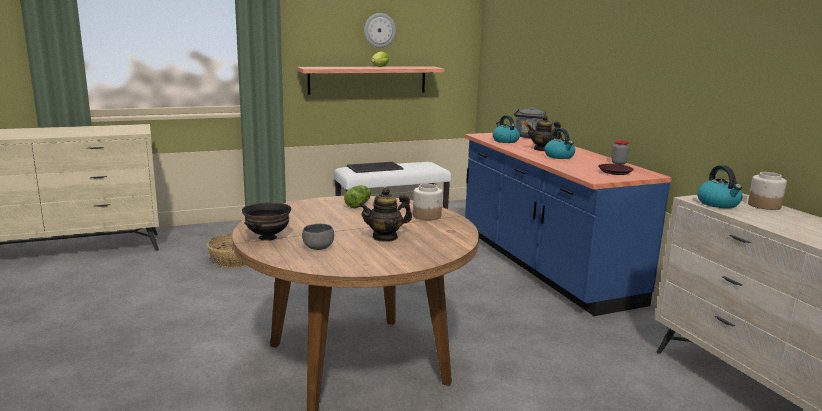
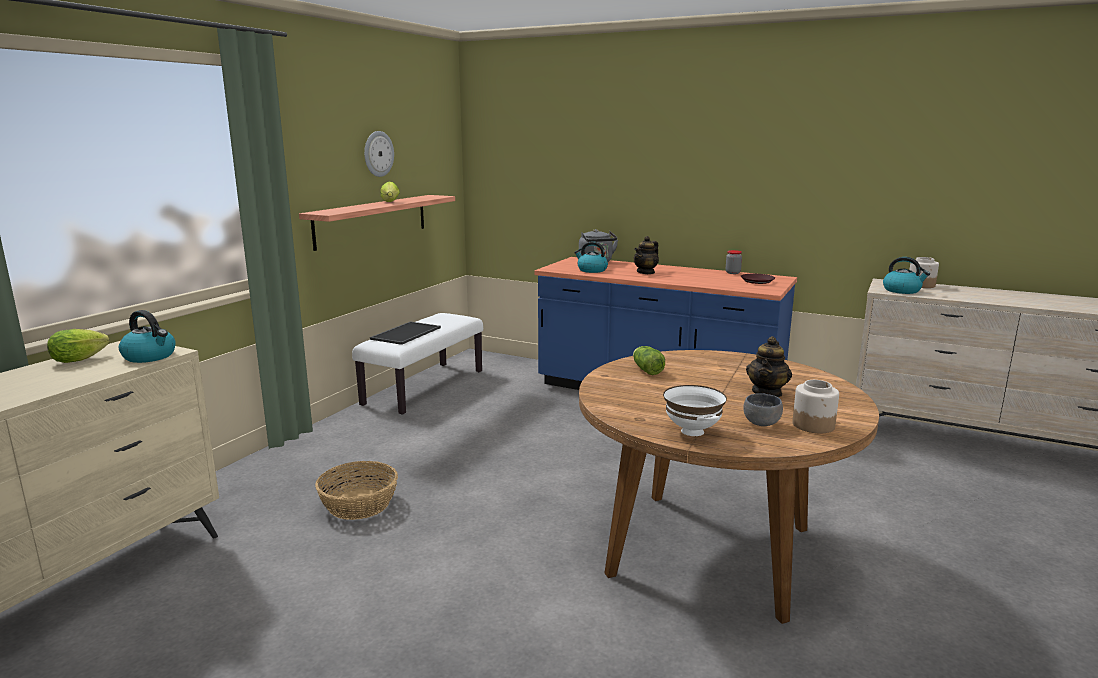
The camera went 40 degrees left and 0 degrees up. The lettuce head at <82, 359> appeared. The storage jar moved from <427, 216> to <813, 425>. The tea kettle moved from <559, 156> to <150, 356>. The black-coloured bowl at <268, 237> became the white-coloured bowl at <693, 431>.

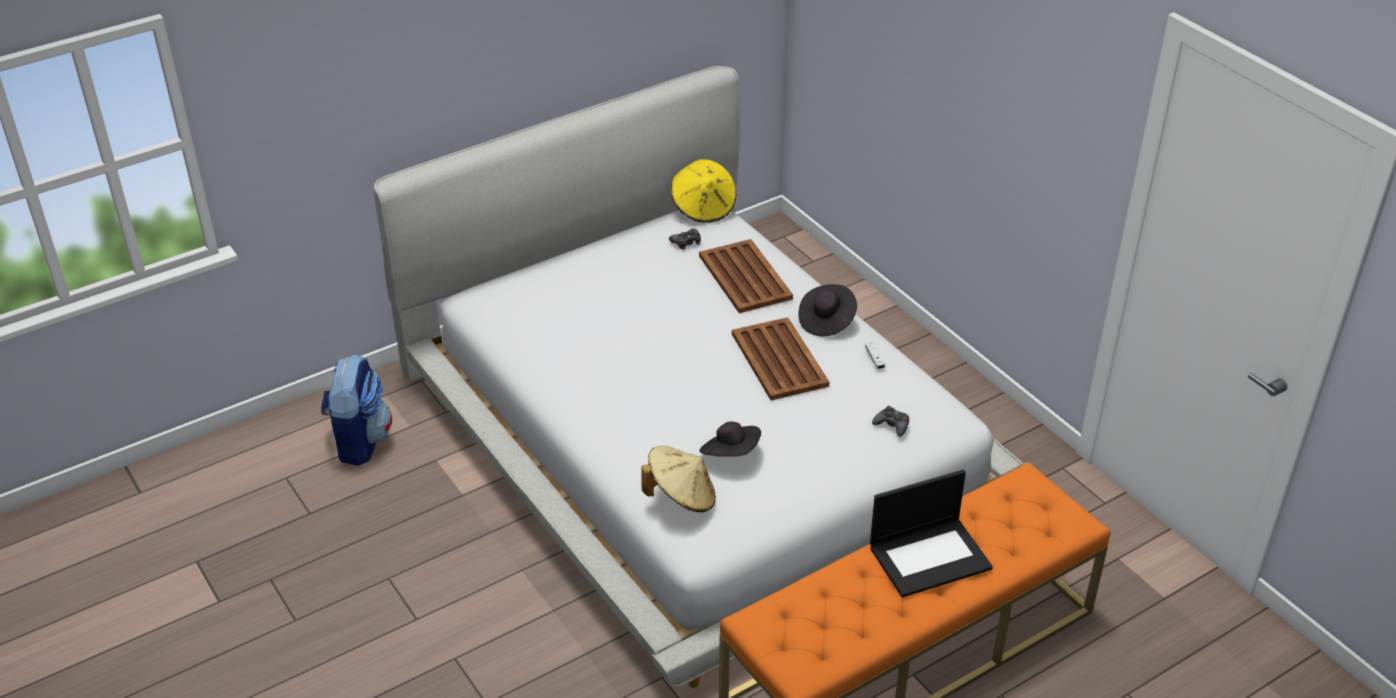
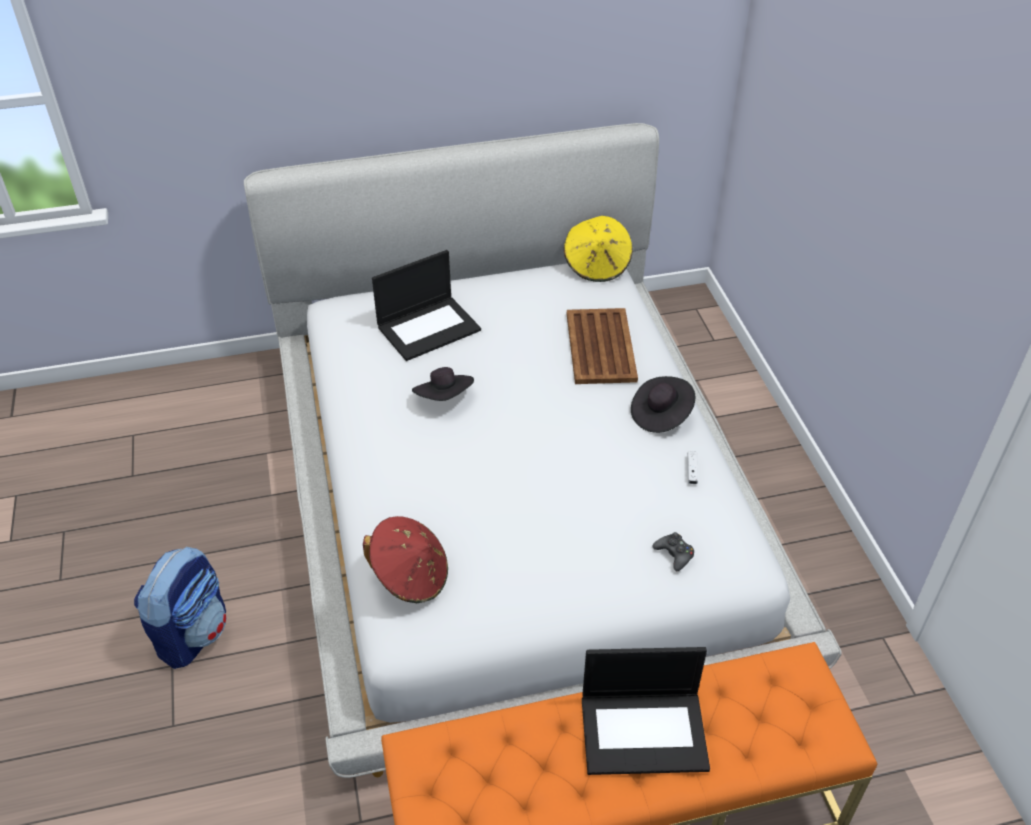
The camera went 20 degrees right and 5 degrees up. The black-coloured gamepad at <686, 242> disappeared. The brown-coloured serving tray at <779, 359> disappeared. The laptop at <429, 327> appeared. The knapsack moved from <359, 441> to <193, 633>. The black-coloured wearable hat moved from <731, 454> to <444, 398>. The beige-coloured wearable hat at <681, 497> became the red wearable hat at <410, 576>.

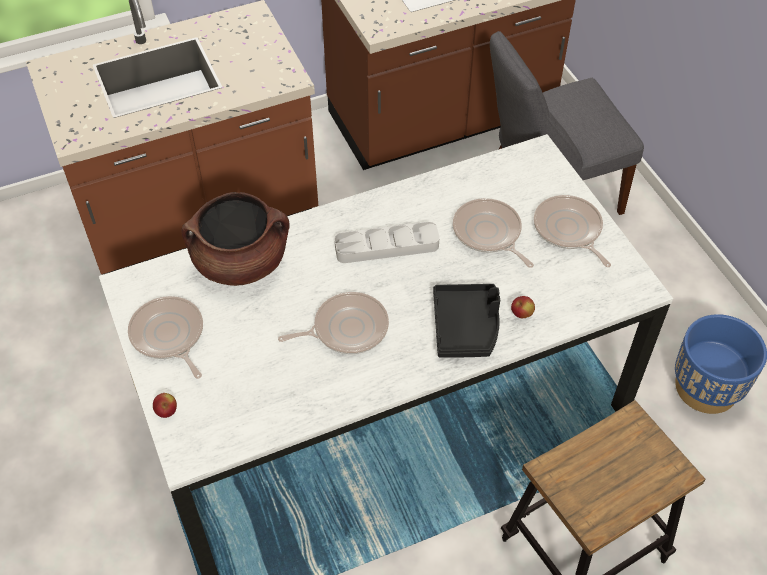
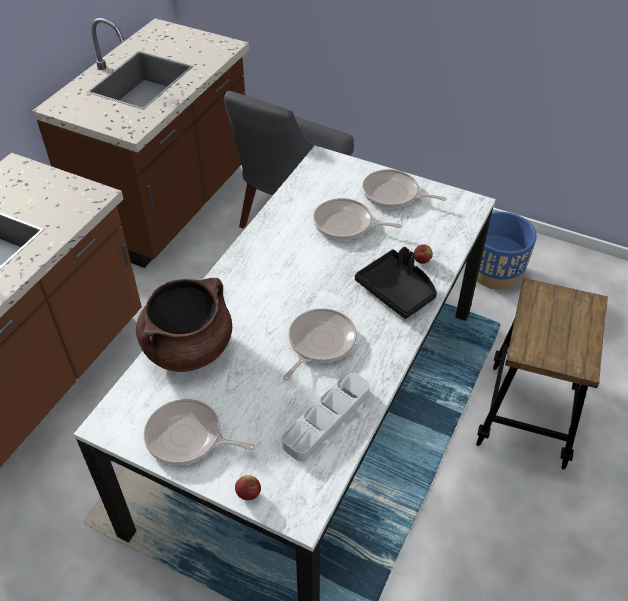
The camera went 40 degrees left and 5 degrees down. The greyish serving tray moved from <387, 246> to <326, 419>.

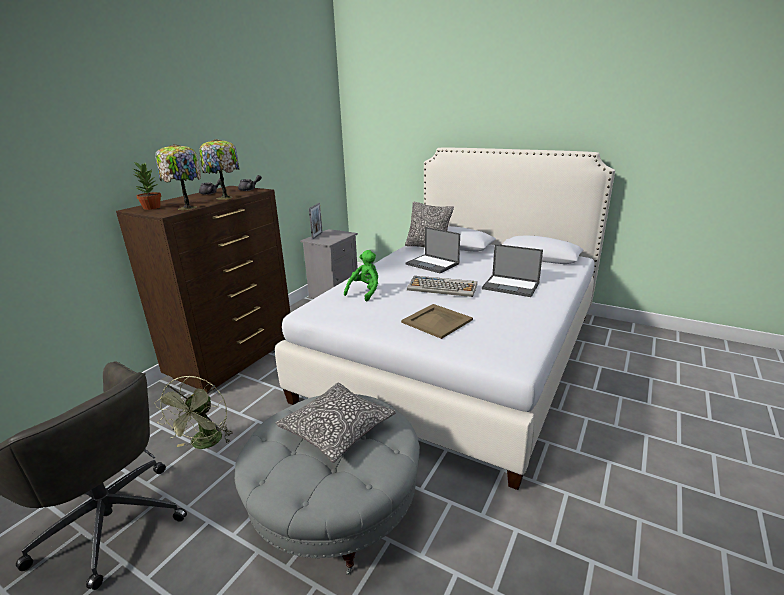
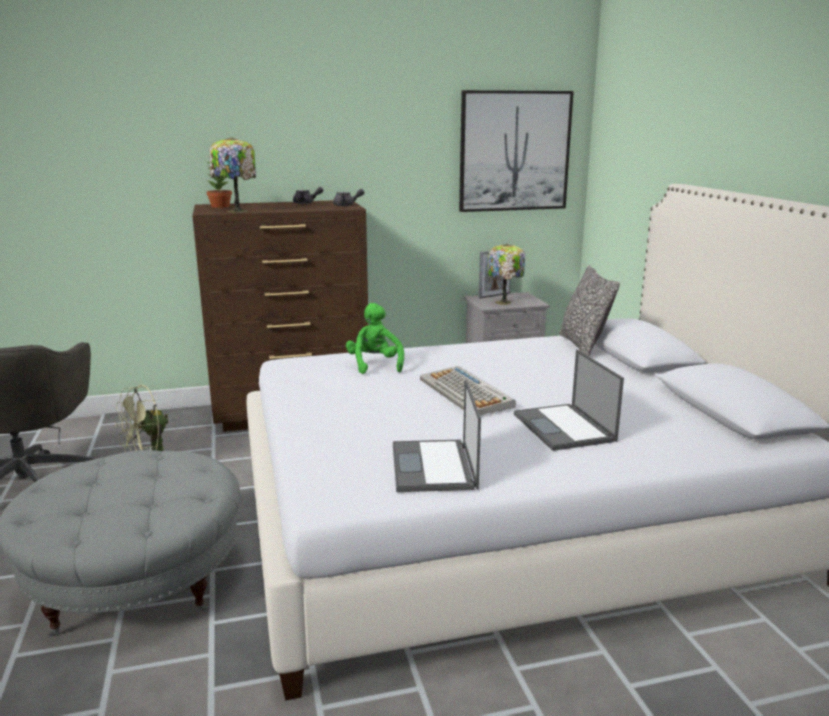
The camera went 45 degrees right and 5 degrees down. The pillow at <337, 429> disappeared. The beige-coloured serving tray at <436, 321> disappeared. The wall picture at <514, 151> appeared. The tabletop lamp moved from <225, 198> to <504, 303>. The laptop moved from <433, 264> to <434, 467>. The green-coloured soft toy at <365, 292> turned 90 degrees counterclockwise.

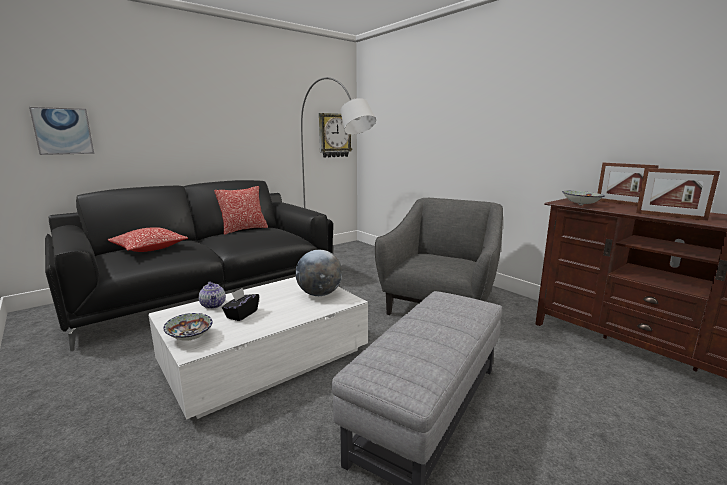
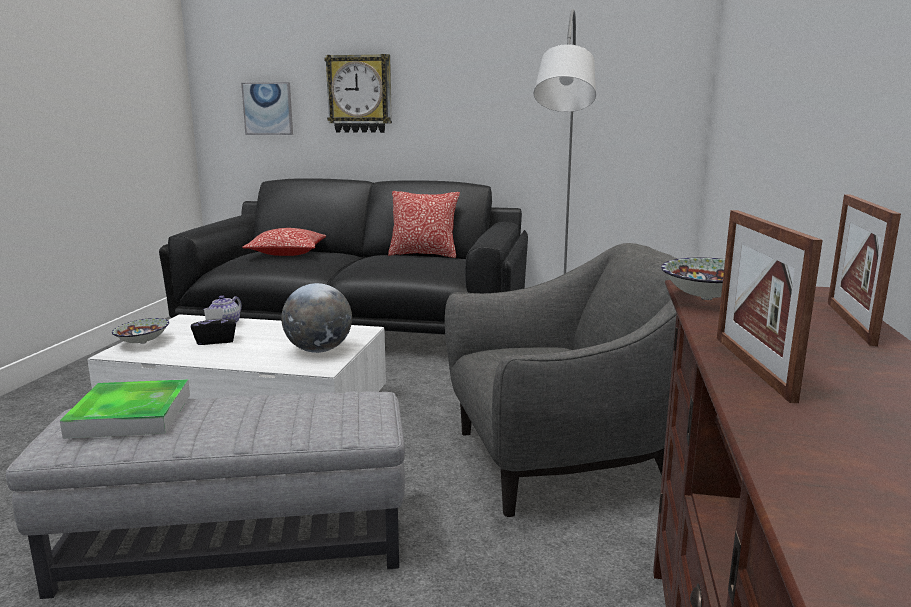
The camera went 50 degrees right and 0 degrees up. The serving tray at <131, 415> appeared. The wall clock moved from <334, 135> to <360, 94>.

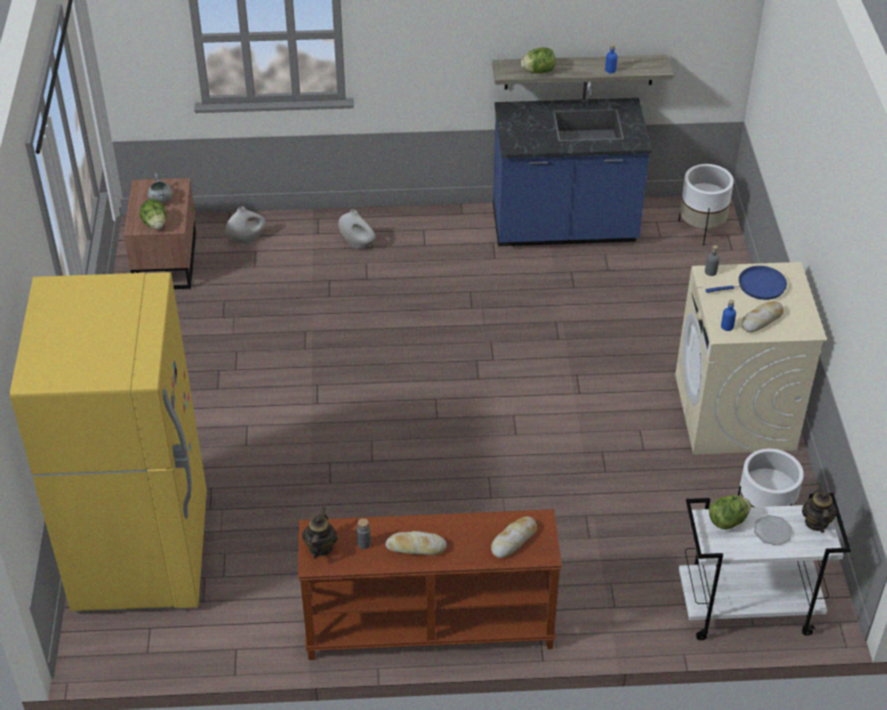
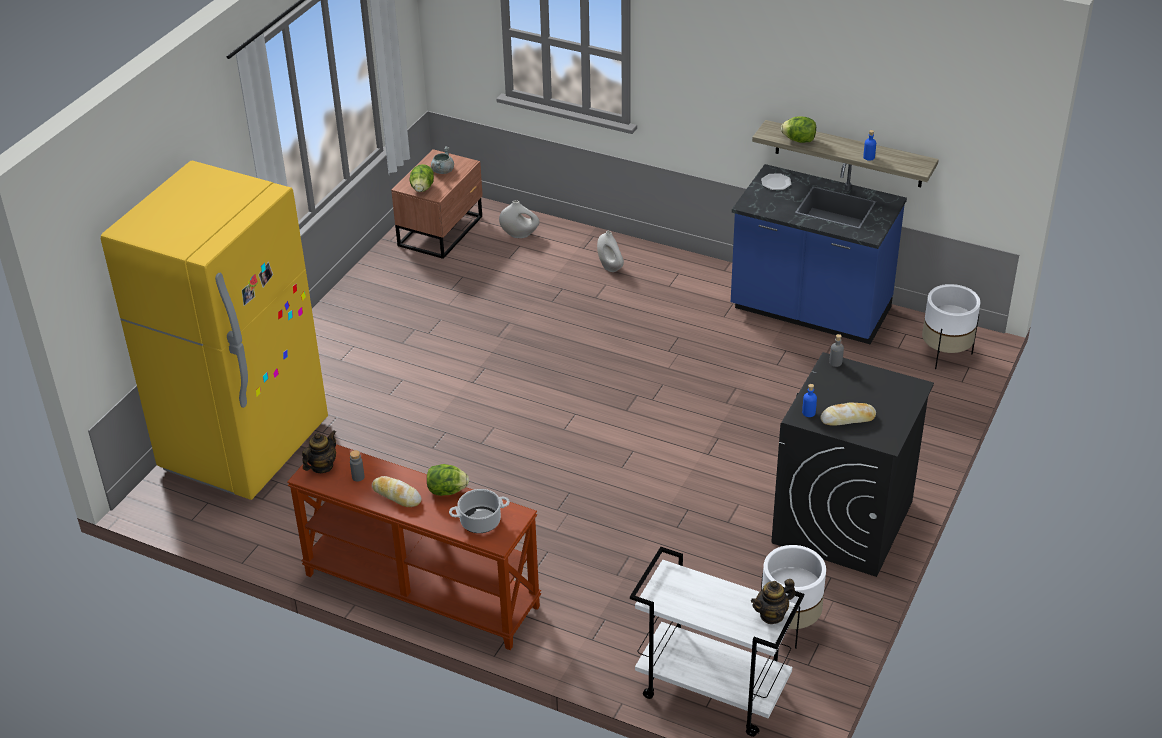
The camera went 30 degrees right and 5 degrees down. The bluish frying pan at <757, 286> disappeared. The lettuce head moved from <727, 521> to <447, 491>. The dinner plate moved from <772, 531> to <776, 183>. The baked bread at <514, 540> was replaced by the saucepot at <481, 521>. The beige-coloured laundry appliance at <734, 413> became the black-coloured laundry appliance at <842, 523>. The pot for tea at <816, 522> turned 150 degrees counterclockwise.

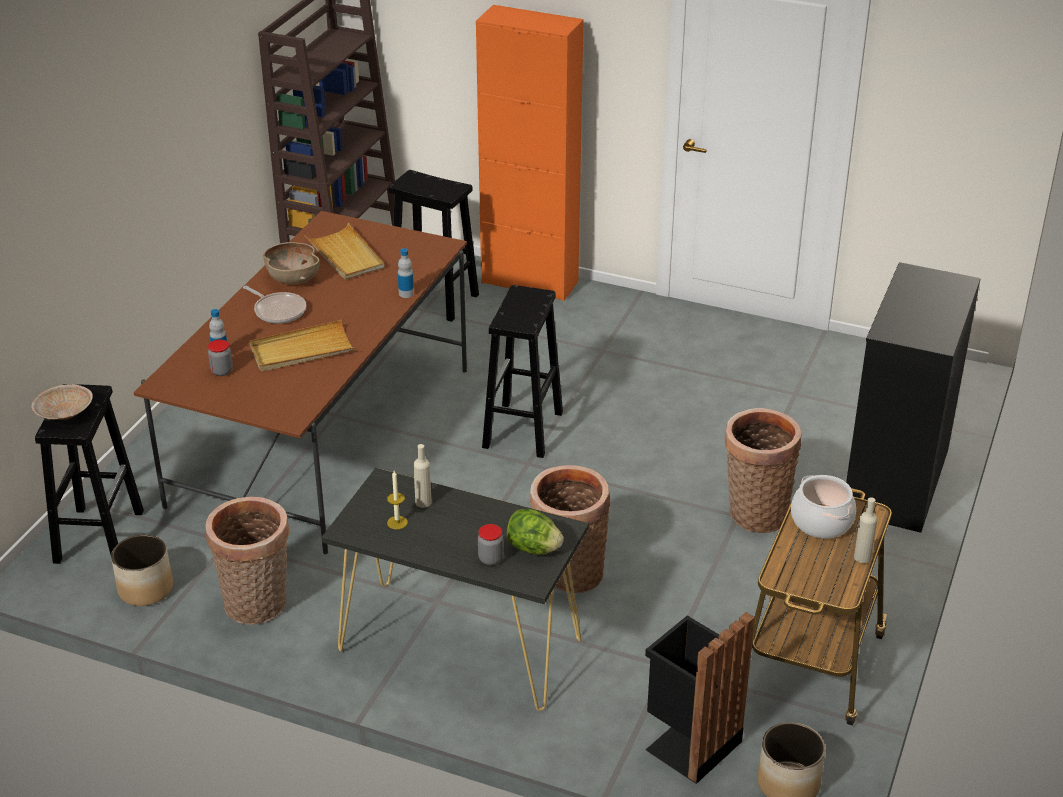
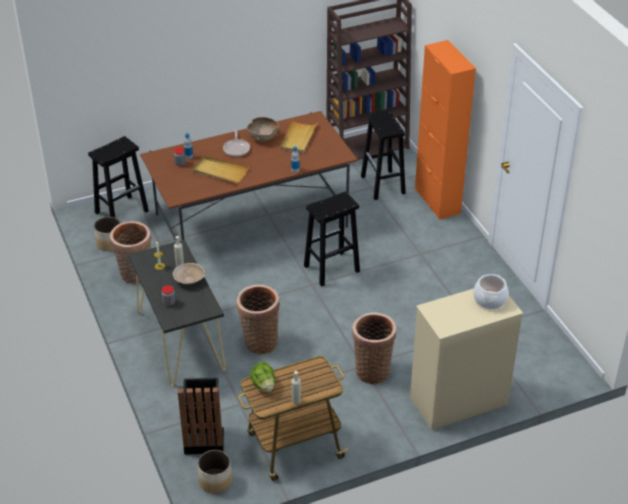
The camera went 45 degrees right and 5 degrees up. The beige-coloured bowl moved from <64, 415> to <189, 279>. The lettuce head moved from <533, 549> to <263, 385>. The saucepot moved from <822, 522> to <490, 299>. The black-coloured drawer chest at <896, 482> became the beige-coloured drawer chest at <458, 401>.

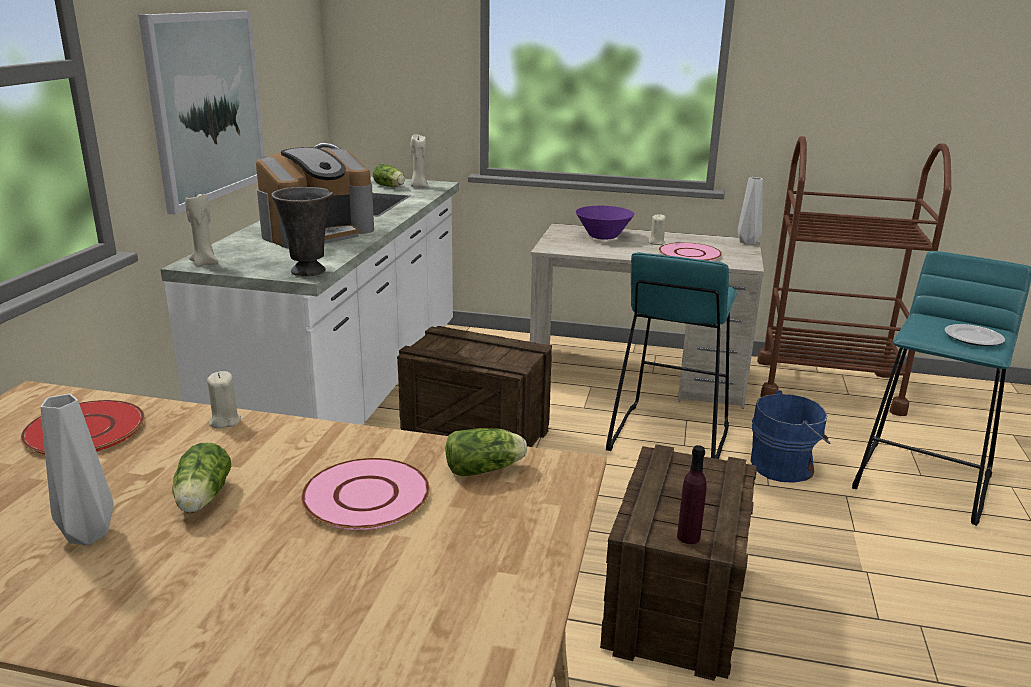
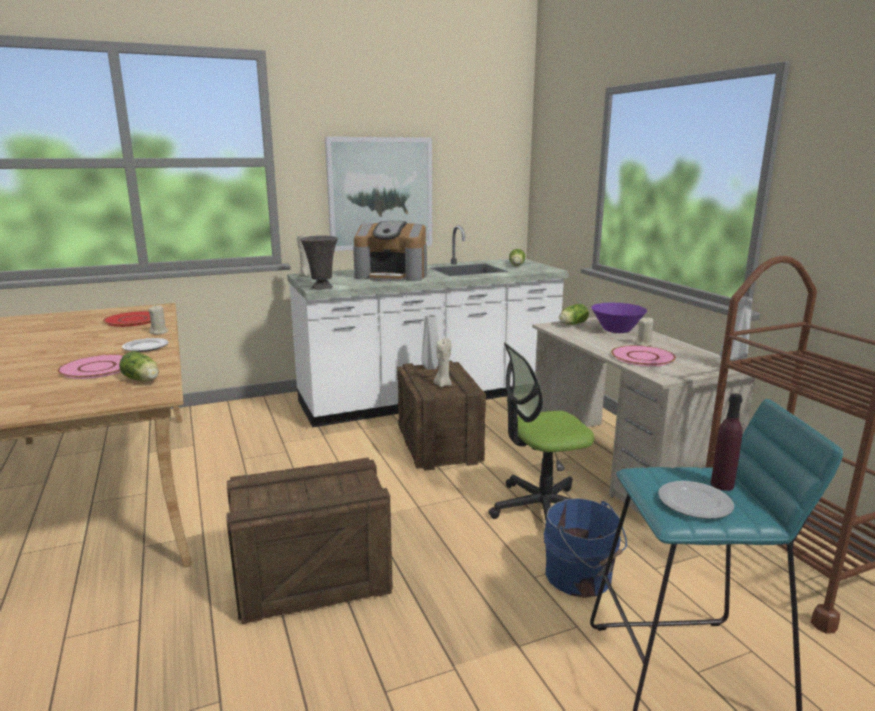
The camera went 55 degrees right and 5 degrees down. The dinner plate at <145, 347> appeared. The greyish vase moved from <88, 534> to <431, 367>. The lettuce head moved from <202, 500> to <571, 324>. The beige-coloured wax light moved from <418, 186> to <442, 384>. The purple-coloured drink bottle moved from <688, 537> to <722, 485>. The turquoise-coloured sitting stool at <668, 437> was replaced by the office chair at <541, 510>.

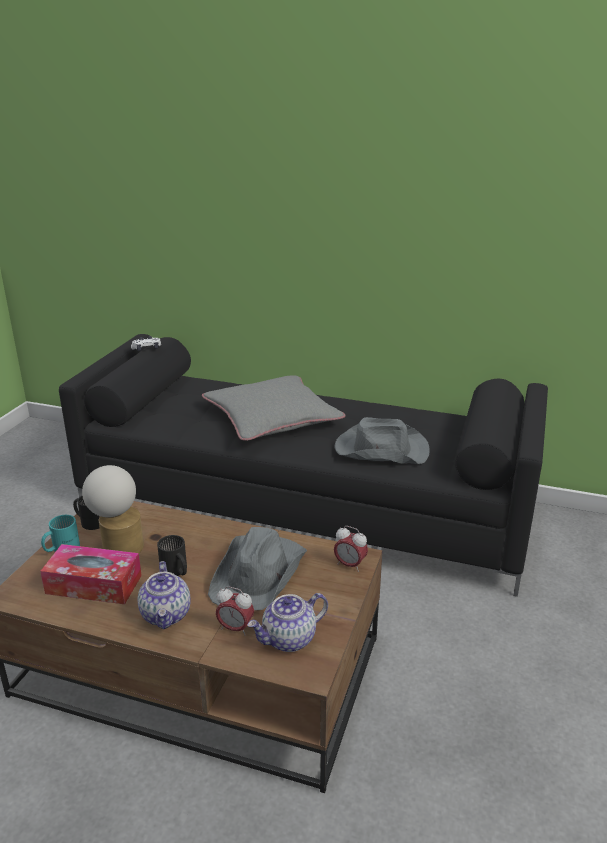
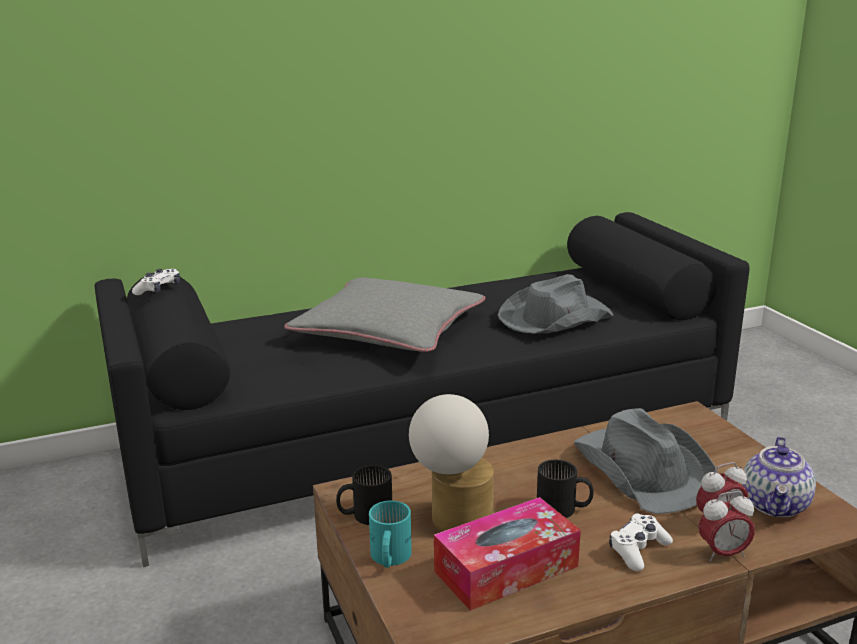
The camera went 40 degrees left and 5 degrees down. The alarm clock moved from <350, 565> to <723, 554>. The pot for tea at <166, 615> was replaced by the white-coloured gamepad at <638, 550>.

